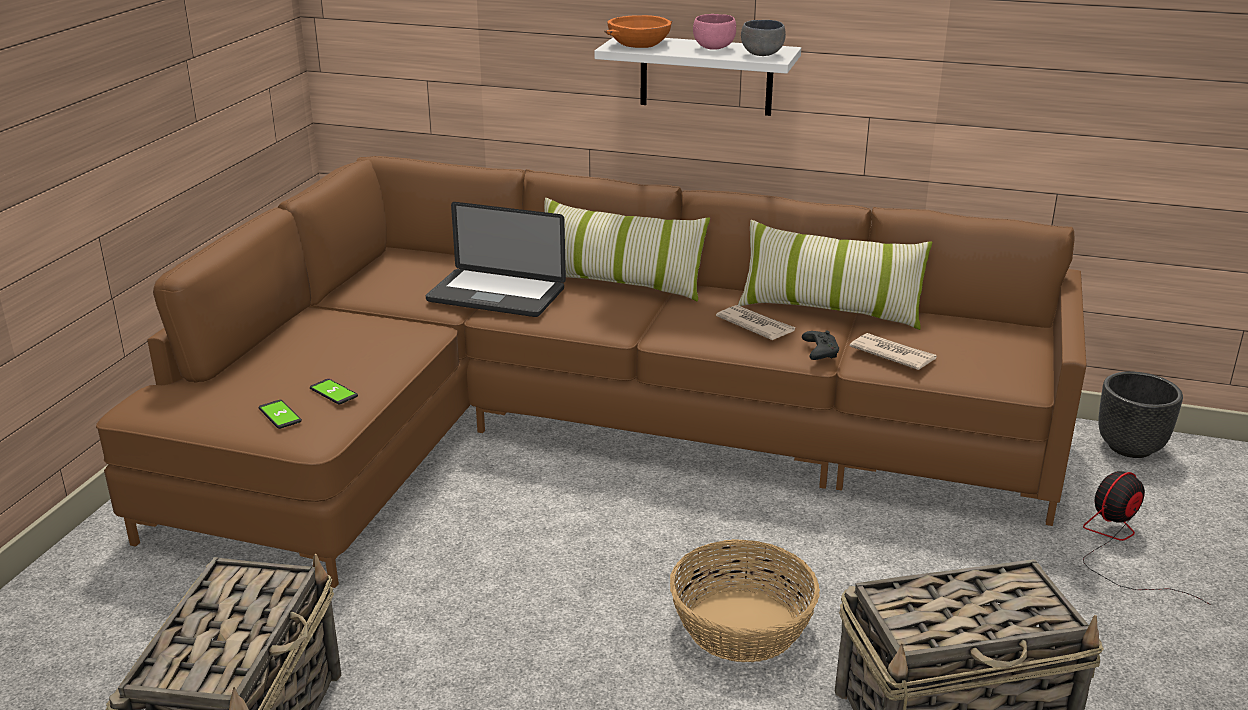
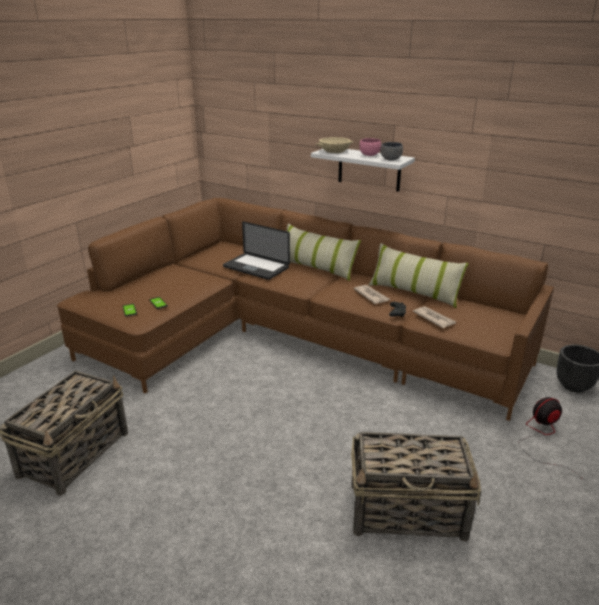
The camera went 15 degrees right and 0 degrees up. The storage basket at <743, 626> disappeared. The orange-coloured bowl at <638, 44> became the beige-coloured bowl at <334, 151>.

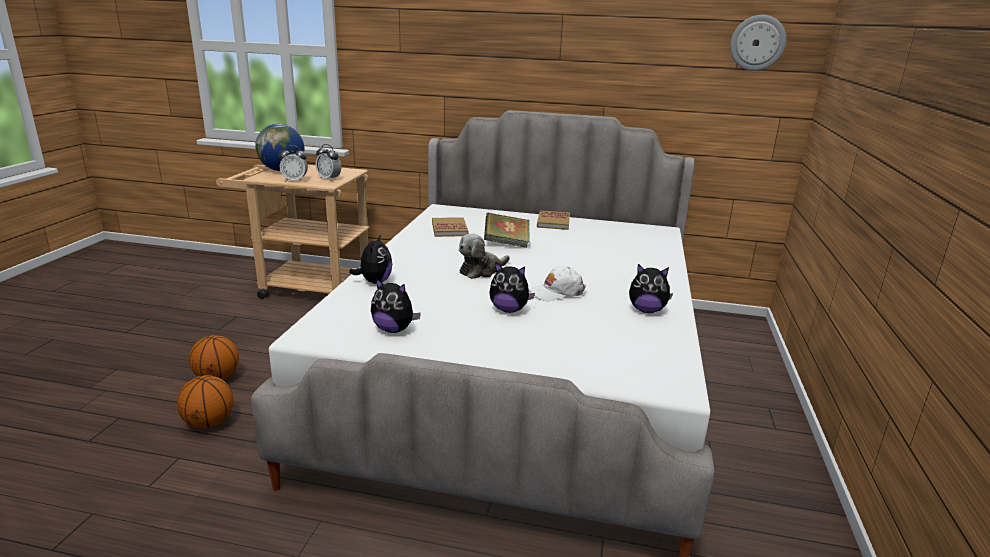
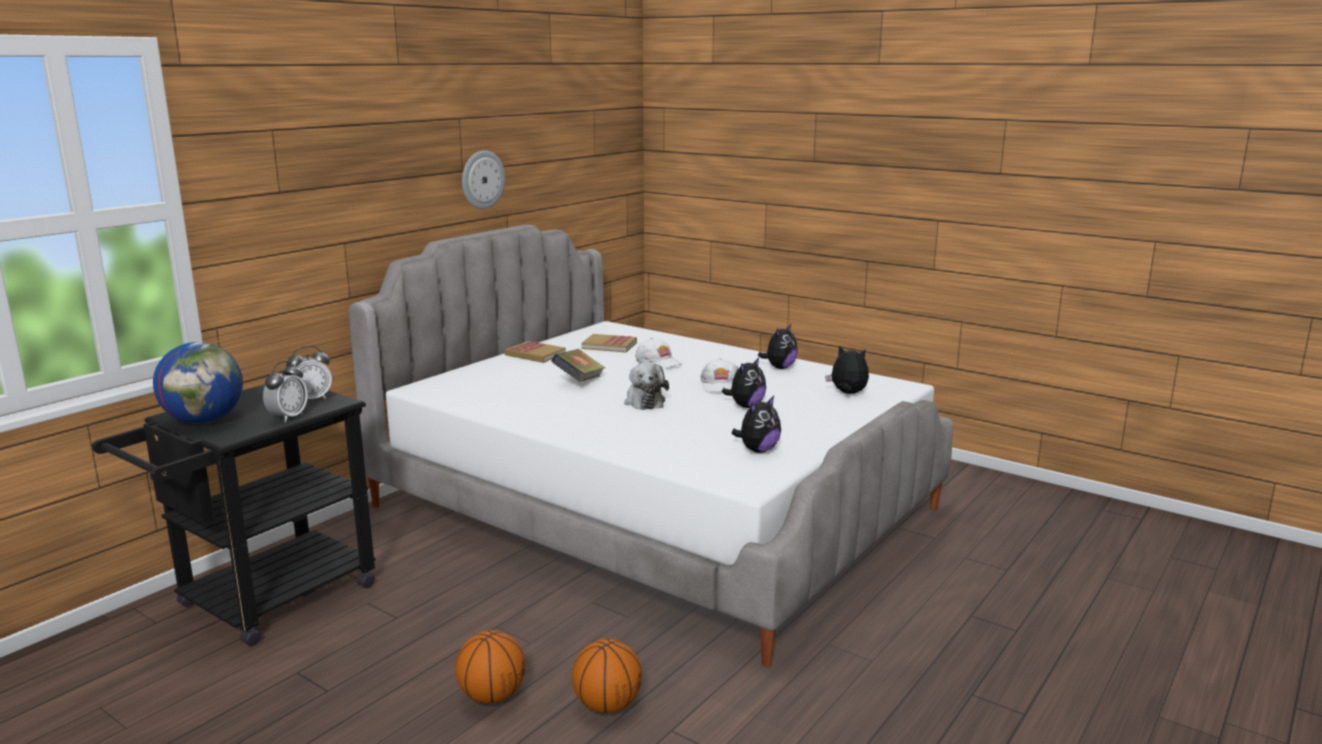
The camera went 65 degrees left and 5 degrees down. The white-coloured peaked cap at <658, 362> appeared. The soft toy moved from <374, 282> to <848, 393>. The volume moved from <449, 229> to <609, 345>. The wall clock moved from <757, 43> to <482, 179>. The beige-coloured cart at <306, 288> became the black-coloured cart at <264, 602>.

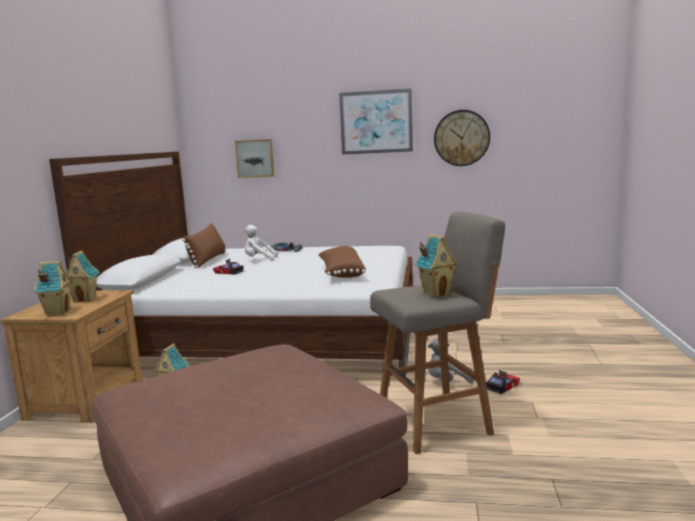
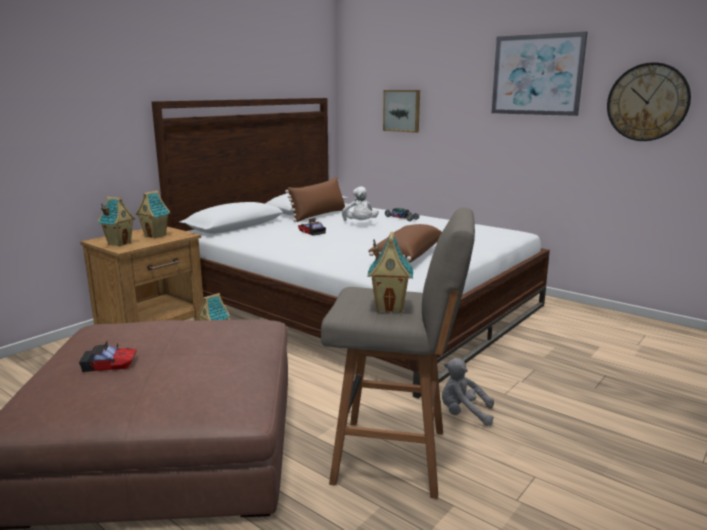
The camera went 30 degrees right and 5 degrees up. The toy car moved from <502, 386> to <109, 364>. The white-coloured soft toy at <259, 260> turned 135 degrees counterclockwise.

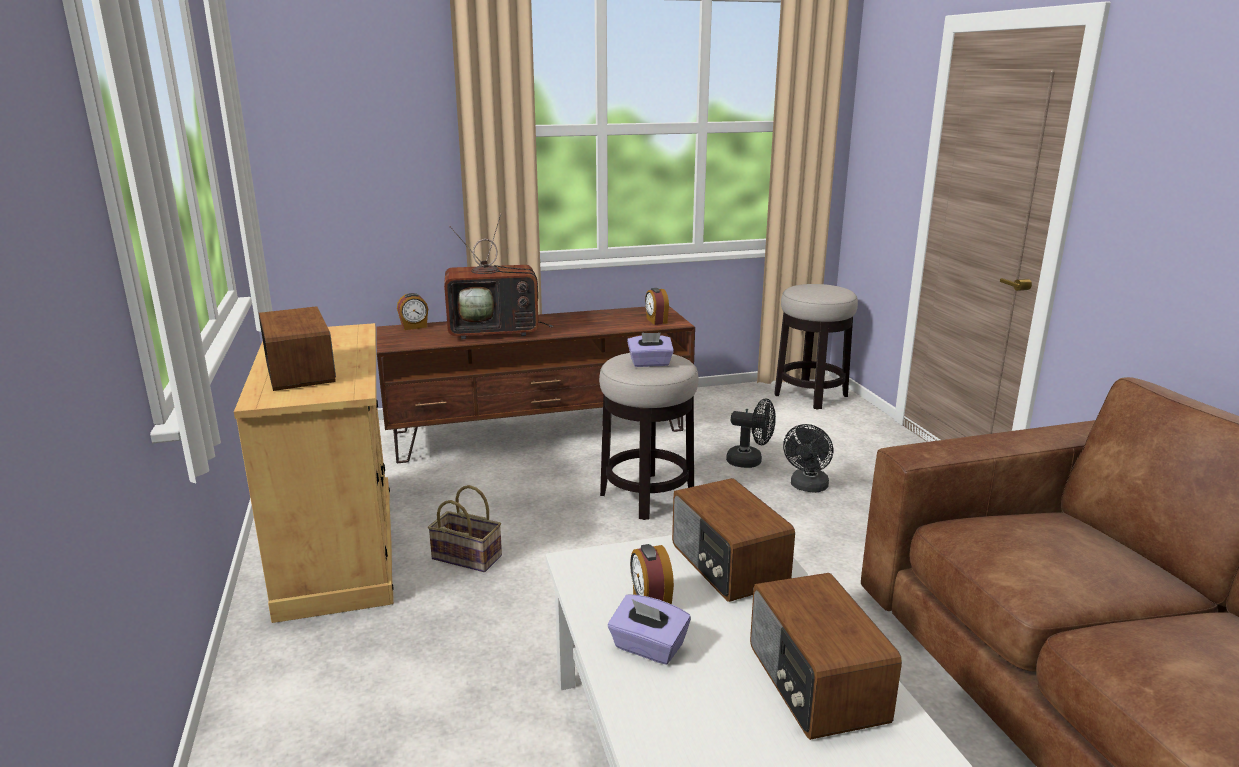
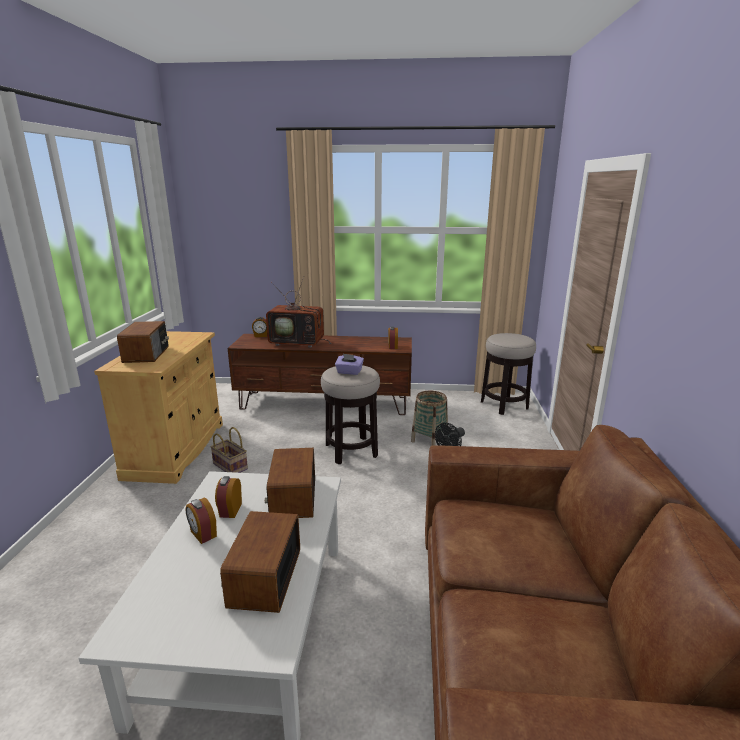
The camera went 20 degrees right and 0 degrees up. The purple-coloured tissue box at <648, 647> was replaced by the alarm clock at <203, 534>. The black-coloured cooling fan at <750, 461> was replaced by the storage basket at <429, 440>.

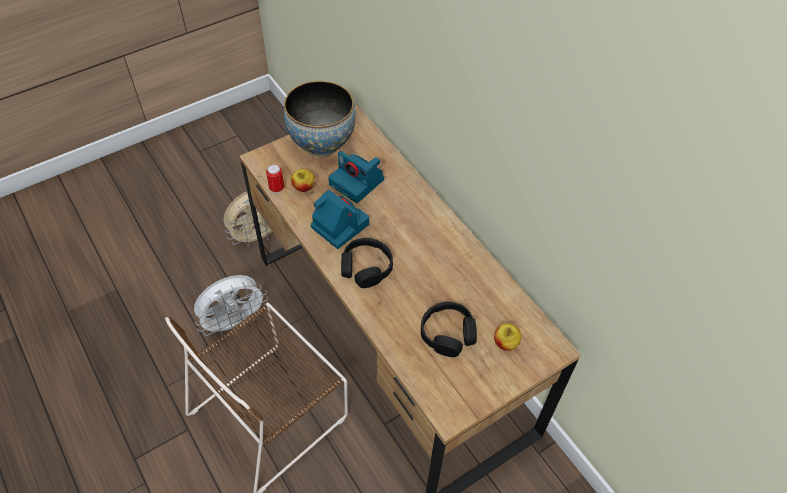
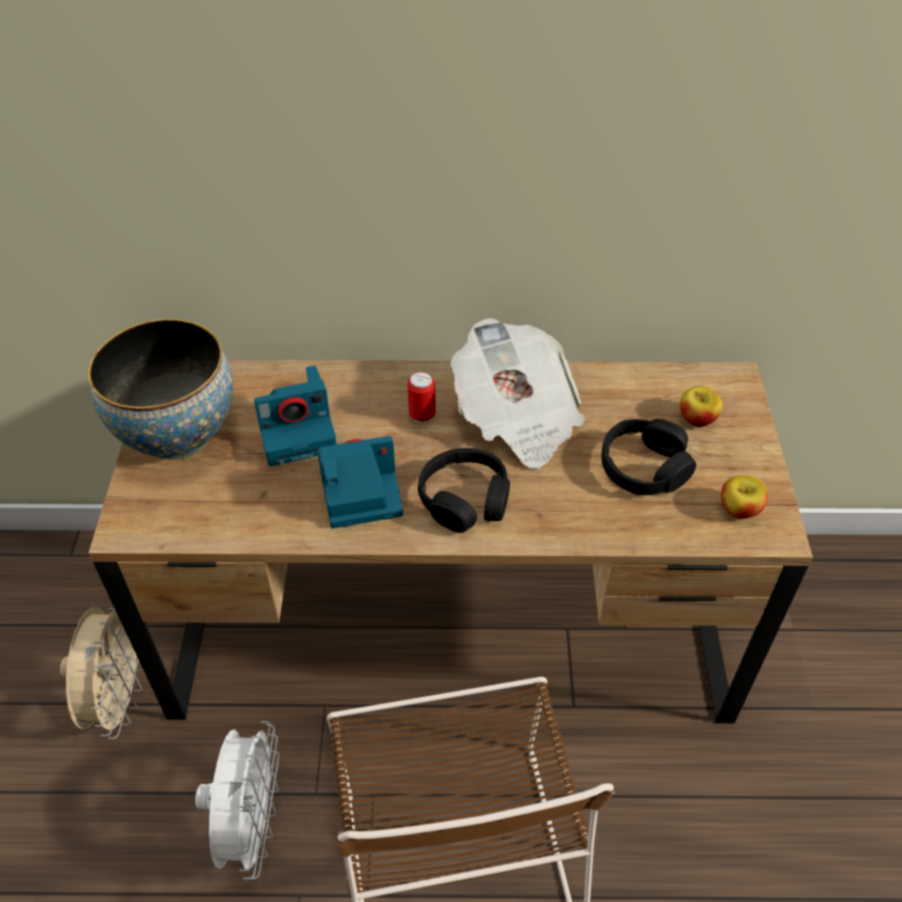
The camera went 55 degrees left and 5 degrees down. The daily paper at <517, 418> appeared. The sealed can moved from <276, 188> to <422, 415>. The apple fruit moved from <303, 187> to <739, 509>.

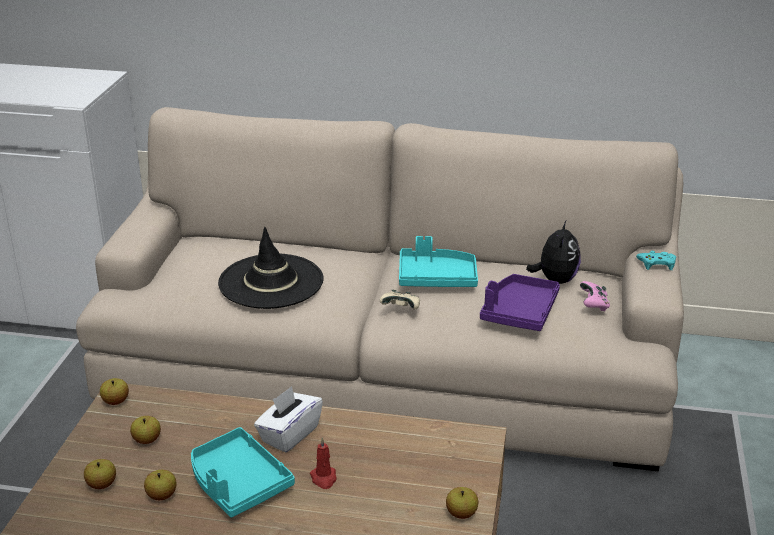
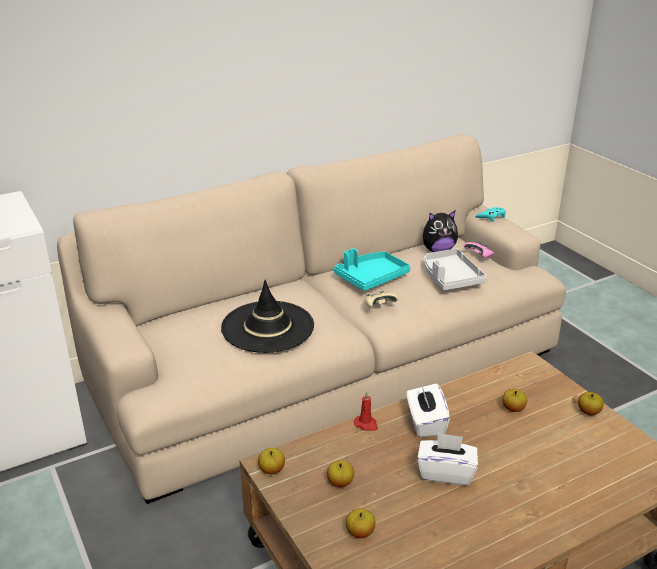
The camera went 40 degrees left and 0 degrees up. The apple fruit moved from <162, 495> to <513, 409>. The red wax light moved from <324, 478> to <366, 424>. The turquoise-coloured serving tray at <237, 483> was replaced by the white-coloured tissue box at <446, 473>. The purple-coloured serving tray at <519, 312> became the greyish serving tray at <450, 278>. The soft toy at <555, 280> turned 105 degrees clockwise.

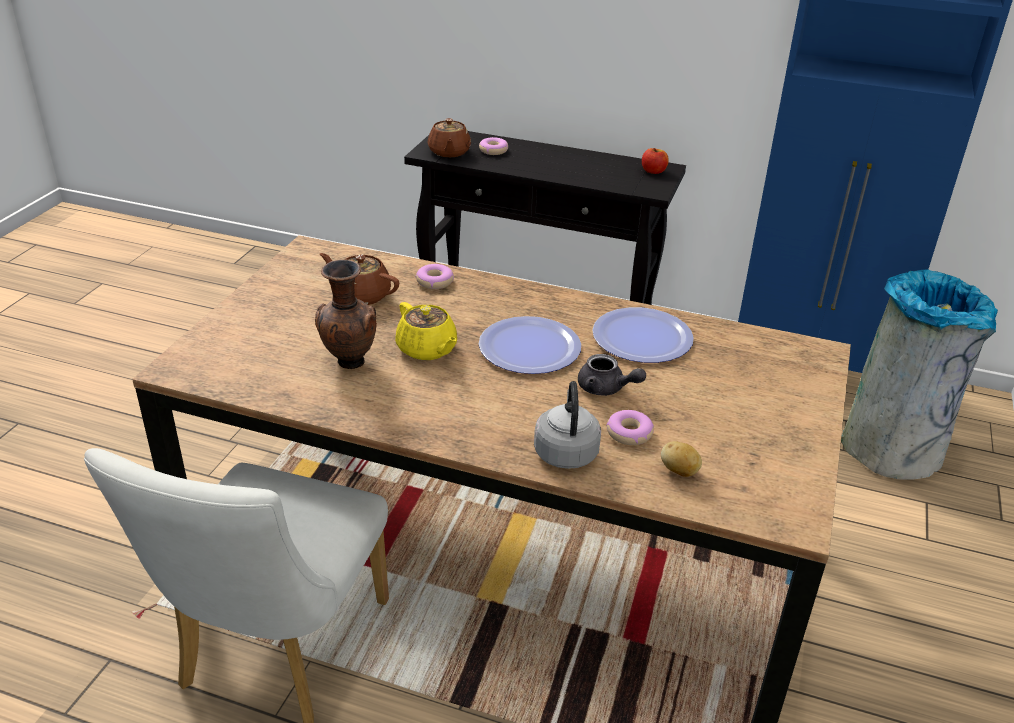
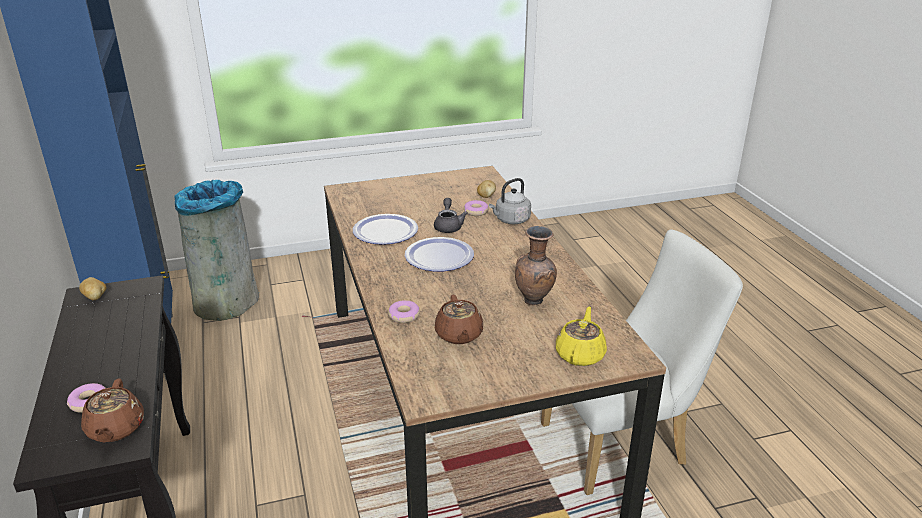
The camera went 125 degrees left and 5 degrees down. The yellow pot for tea moved from <427, 349> to <580, 354>. The apple fruit at <653, 171> was replaced by the whole potato at <95, 297>. The brown-coloured pot for tea at <449, 152> turned 120 degrees clockwise.

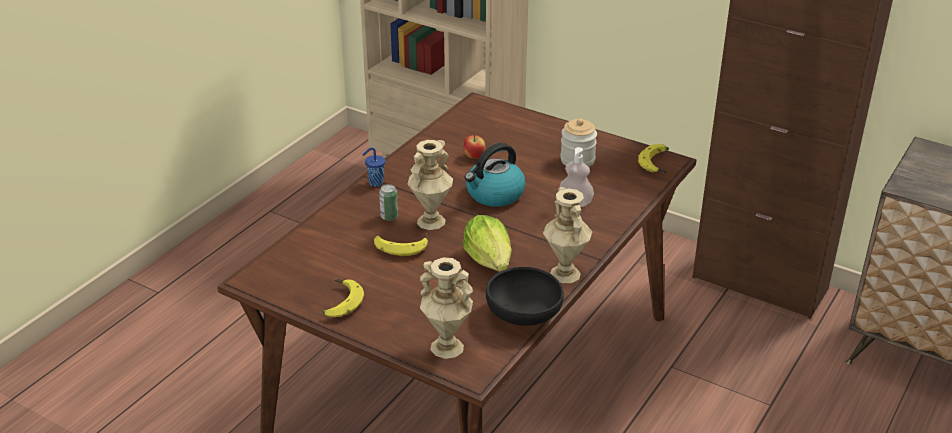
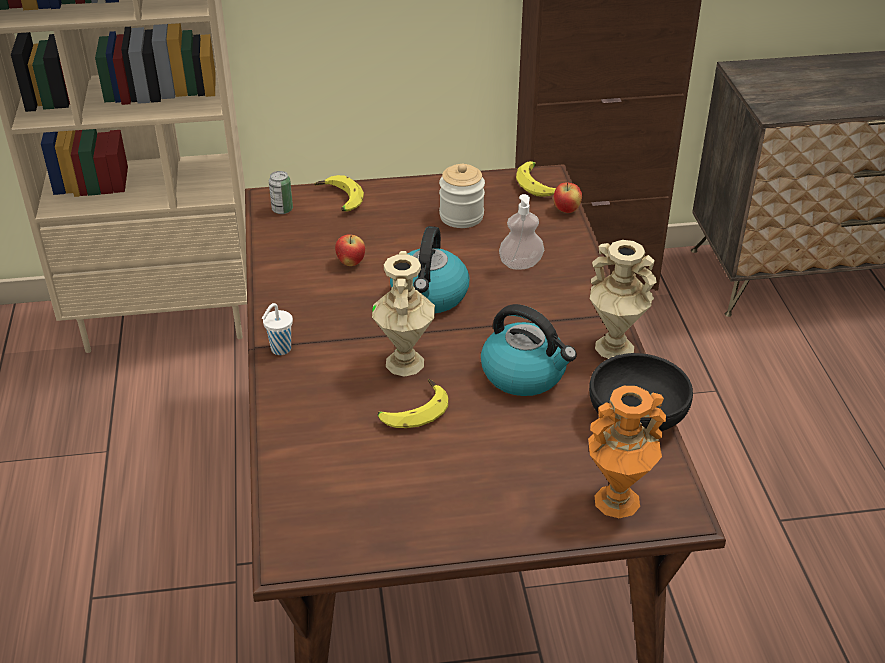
The camera went 40 degrees left and 5 degrees up. The apple fruit at <566, 210> appeared. The banana moved from <339, 303> to <338, 200>. The sealed can moved from <389, 216> to <282, 209>. The lettuce head at <490, 260> was replaced by the tea kettle at <525, 374>. The bluish drinking cup at <375, 183> became the white-coloured drinking cup at <280, 349>. The beige-coloured vase at <446, 348> became the orange-coloured vase at <617, 501>.

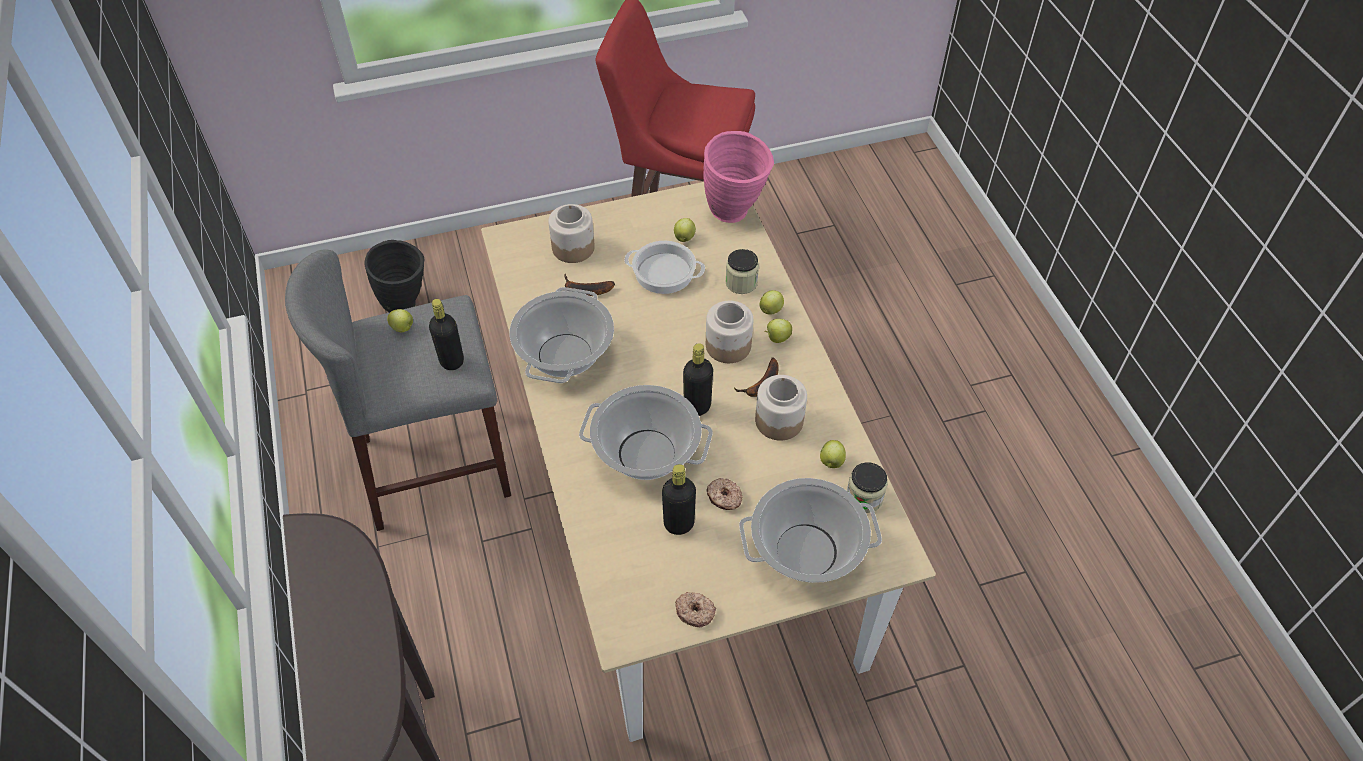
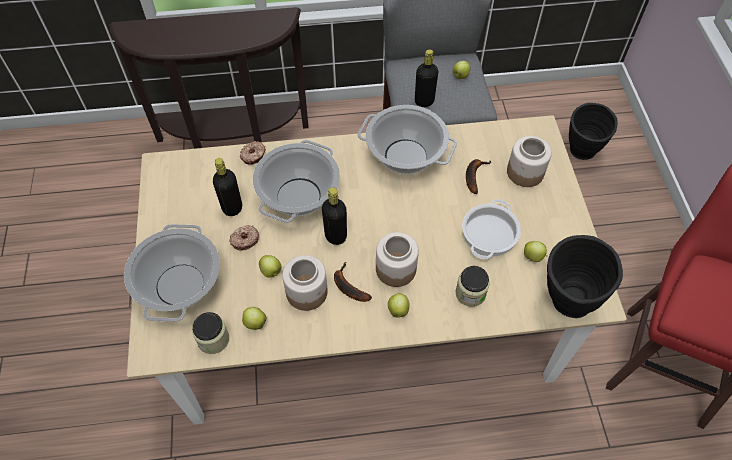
The camera went 100 degrees right and 5 degrees up. The ring doughnut moved from <695, 611> to <253, 155>. The apple fruit moved from <771, 310> to <271, 272>. The pink-coloured vase at <736, 214> became the black-coloured vase at <564, 306>.

